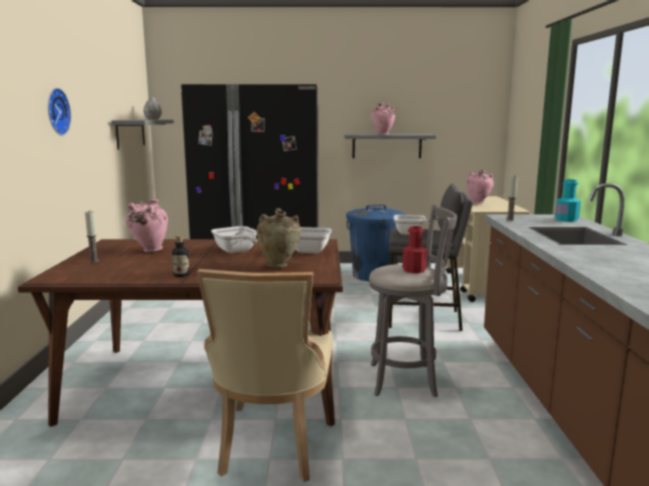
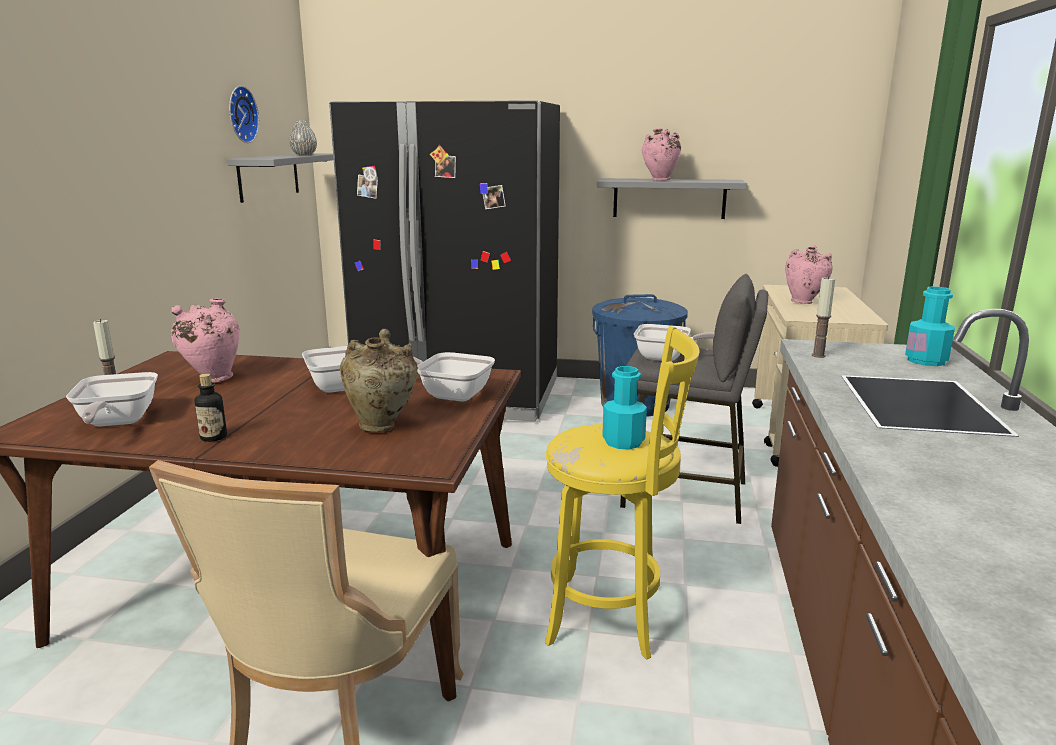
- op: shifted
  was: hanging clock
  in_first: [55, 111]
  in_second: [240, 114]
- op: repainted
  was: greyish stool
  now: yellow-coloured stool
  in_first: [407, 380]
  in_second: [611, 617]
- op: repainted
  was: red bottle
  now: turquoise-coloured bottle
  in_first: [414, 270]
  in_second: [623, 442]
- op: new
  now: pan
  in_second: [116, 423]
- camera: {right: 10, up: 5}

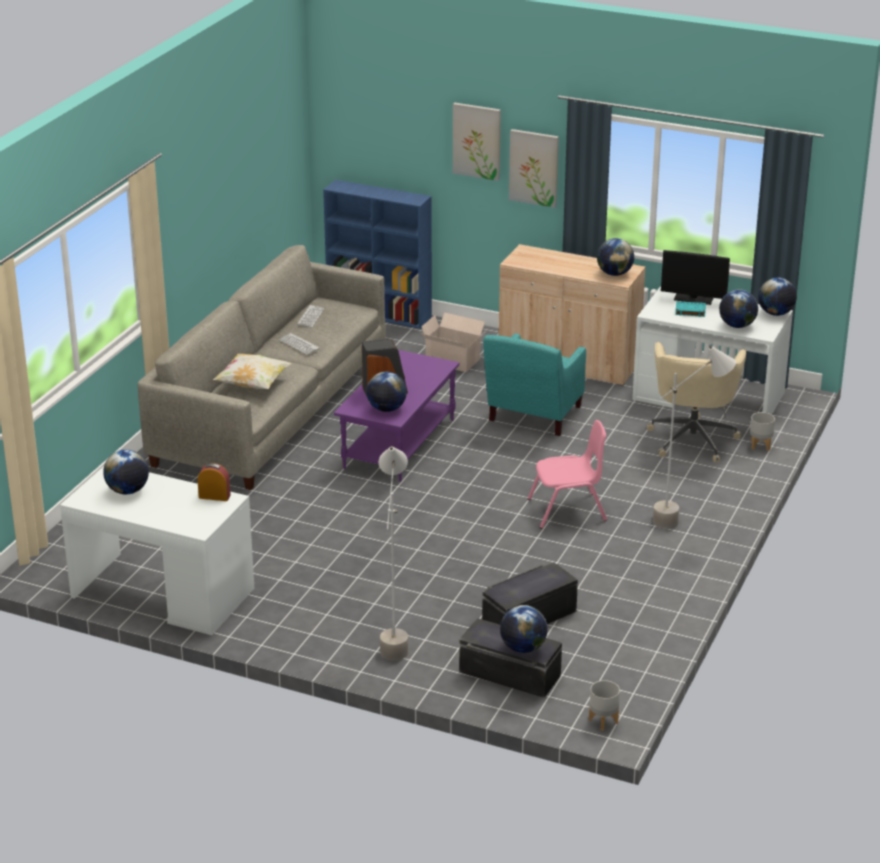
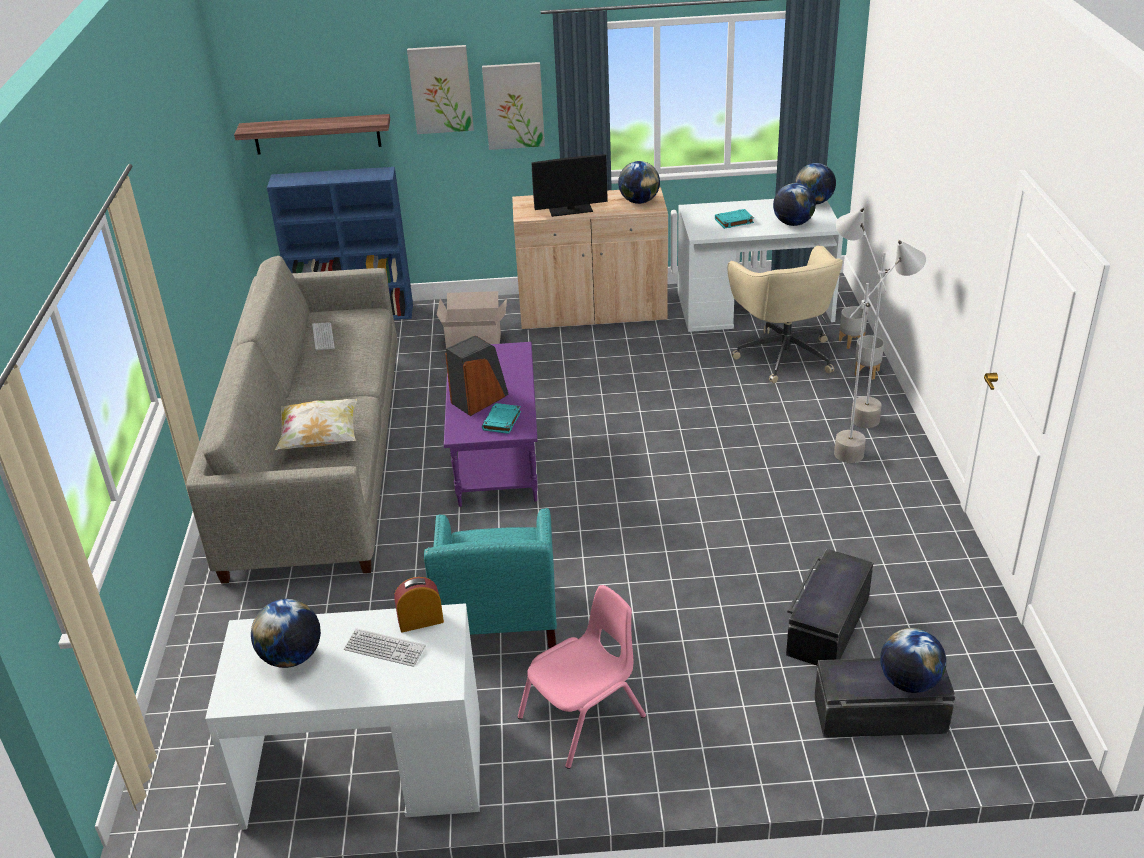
- op: shifted
  was: PC keyboard
  in_first: [299, 345]
  in_second: [384, 648]
- op: swapped
  was: globe
  now: turquoise-coloured book
  in_first: [386, 409]
  in_second: [502, 421]
- op: shifted
  was: greyish standard lamp
  in_first: [394, 638]
  in_second: [850, 408]
- op: shifted
  was: turquoise-coloured easy chair
  in_first: [532, 416]
  in_second: [498, 625]
- op: shifted
  was: pink chair
  in_first: [567, 510]
  in_second: [583, 718]
- op: shifted
  was: greyish planter
  in_first: [603, 721]
  in_second: [867, 372]
- op: shifted
  was: computer screen
  in_first: [693, 299]
  in_second: [570, 210]
- op: new
  now: wall shelf
  in_second: [317, 134]
- camera: {right: -25, up: 5}

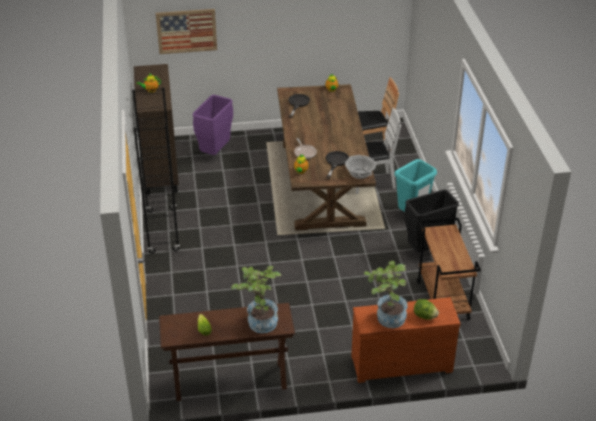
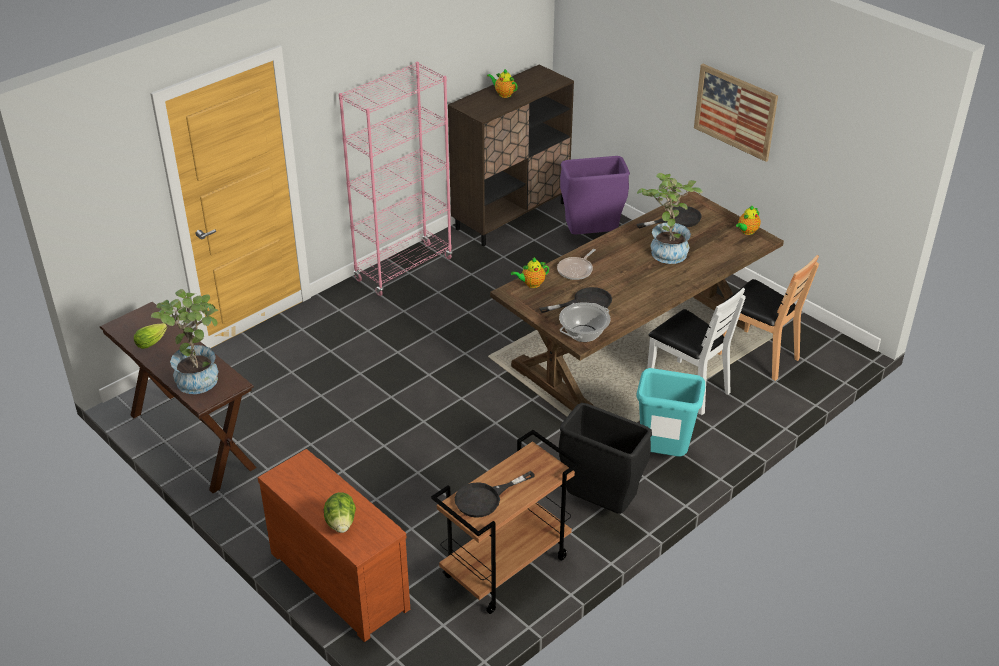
- op: repainted
  was: blackish bookcase
  now: pink bookcase
  in_first: [162, 231]
  in_second: [404, 269]
- op: shifted
  was: wall picture
  in_first: [186, 31]
  in_second: [735, 111]
- op: shifted
  was: plant in a pot
  in_first: [386, 317]
  in_second: [665, 250]
- op: new
  now: blackish pan
  in_second: [485, 498]
- camera: {right: 55, up: 0}

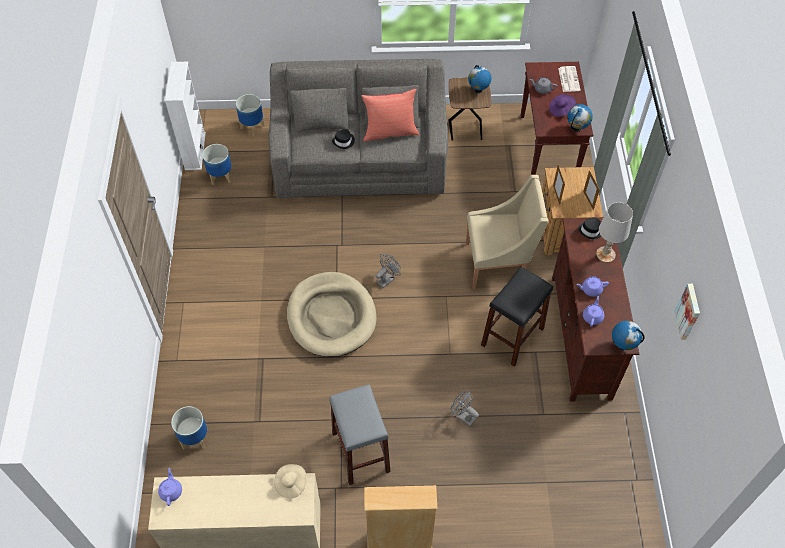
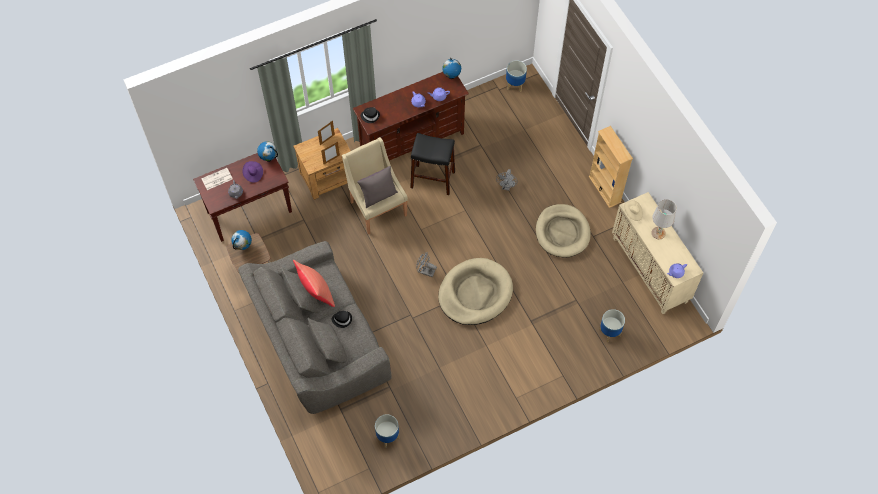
- op: gone
  was: white-coloured bookcase
  in_first: [195, 151]
- op: shifted
  was: planter
  in_first: [252, 126]
  in_second: [514, 85]
- op: swapped
  was: greyish stool
  now: beige dog cushion
  in_first: [361, 452]
  in_second: [562, 232]
- op: shifted
  was: white-coloured lamp for a table
  in_first: [606, 254]
  in_second: [658, 233]
- op: gone
  was: wall picture
  in_first: [689, 312]
- op: new
  now: greyish cushion
  in_second: [378, 196]
- camera: {right: -115, up: 5}

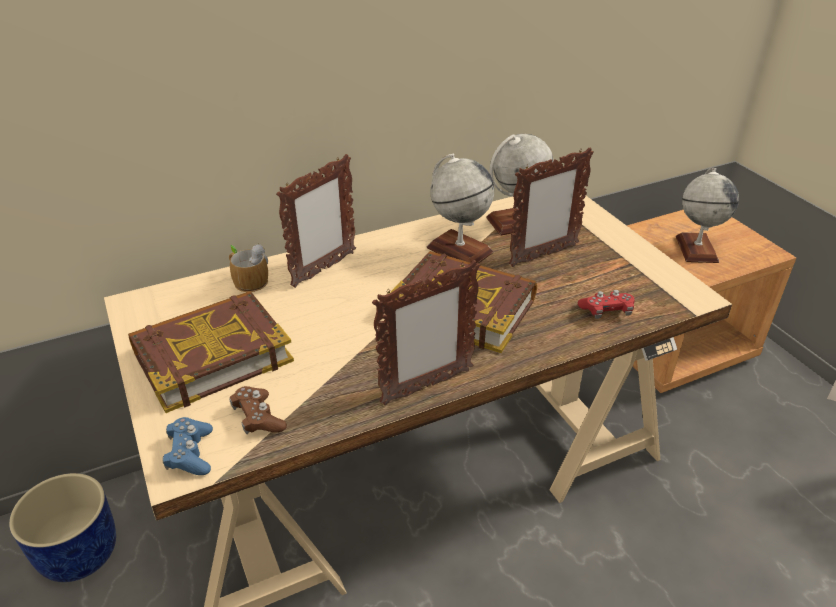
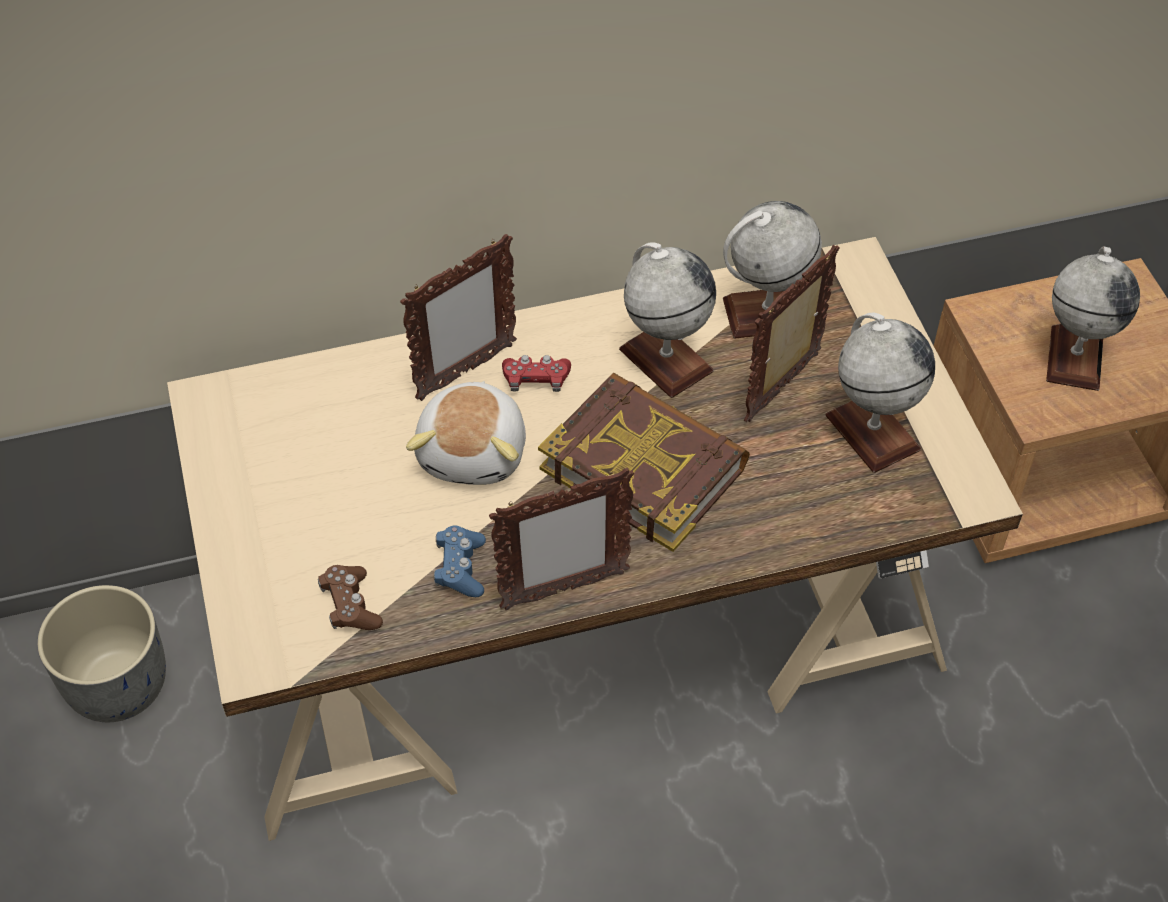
- op: repainted
  was: blue-coloured planter
  now: greyish planter
  in_first: [79, 552]
  in_second: [117, 683]
- op: gone
  was: book
  in_first: [212, 356]
- op: shifted
  was: blue-coloured joypad
  in_first: [190, 454]
  in_second: [460, 568]
- op: gone
  was: tea mug
  in_first: [248, 279]
- op: rotated
  was: photo frame
  in_first: [543, 256]
  in_second: [784, 387]
  clockwise: 150
- op: shifted
  was: red joypad
  in_first: [606, 311]
  in_second: [536, 380]
- op: new
  now: plush toy
  in_second: [474, 452]
- op: new
  now: globe
  in_second: [872, 432]
- camera: {right: 10, up: 15}

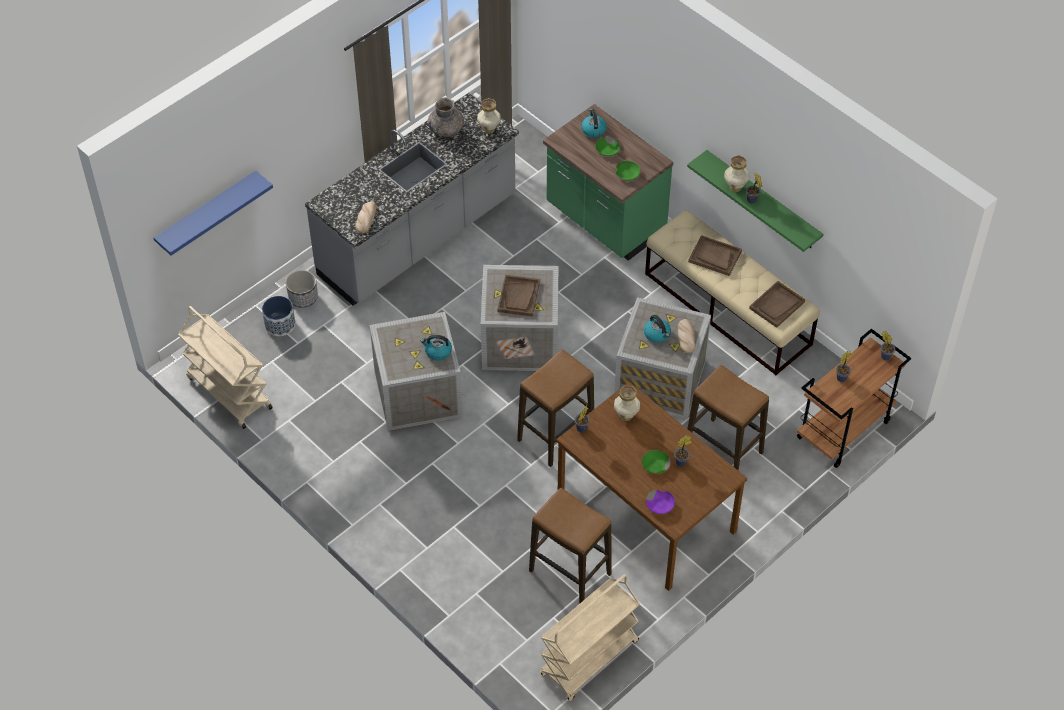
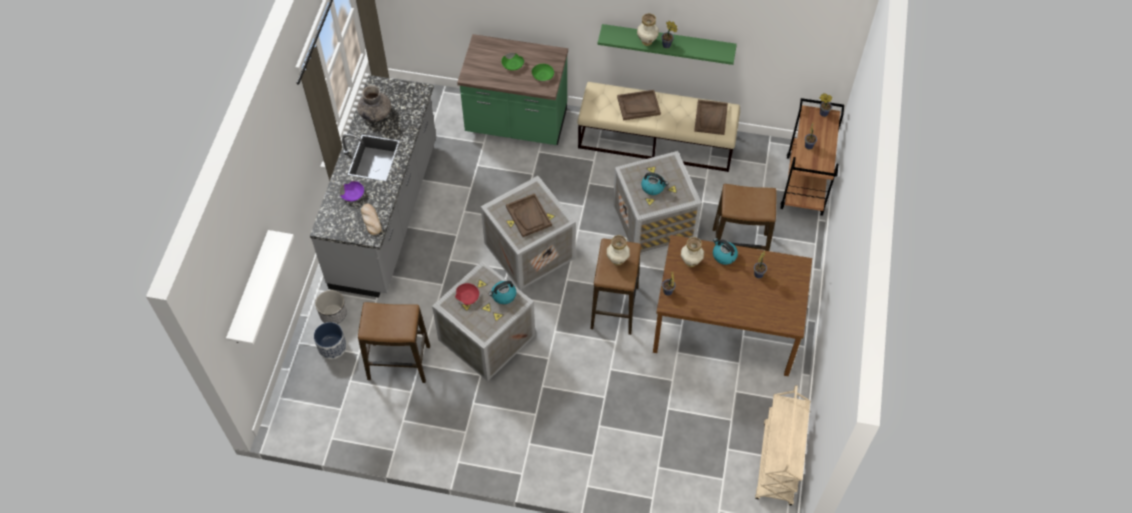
- op: repainted
  was: blue-coloured wall shelf
  now: white-coloured wall shelf
  in_first: [207, 213]
  in_second: [250, 290]
- op: gone
  was: beige trolley
  in_first: [228, 392]
- op: shifted
  was: vase
  in_first: [489, 129]
  in_second: [617, 260]
- op: shifted
  was: stool
  in_first: [569, 572]
  in_second: [399, 363]
- op: shifted
  was: tea kettle
  in_first: [593, 130]
  in_second: [724, 255]
- op: gone
  was: greenish bowl
  in_first: [655, 465]
- op: shifted
  was: purple bowl
  in_first: [660, 505]
  in_second: [353, 194]
- op: gone
  was: bread
  in_first: [685, 337]
- op: new
  now: red bowl
  in_second: [467, 296]
- camera: {right: -35, up: 5}

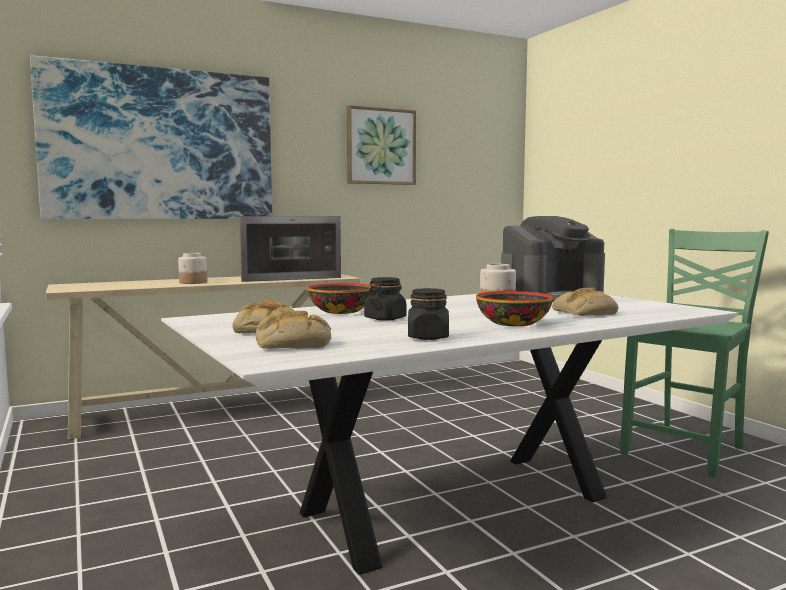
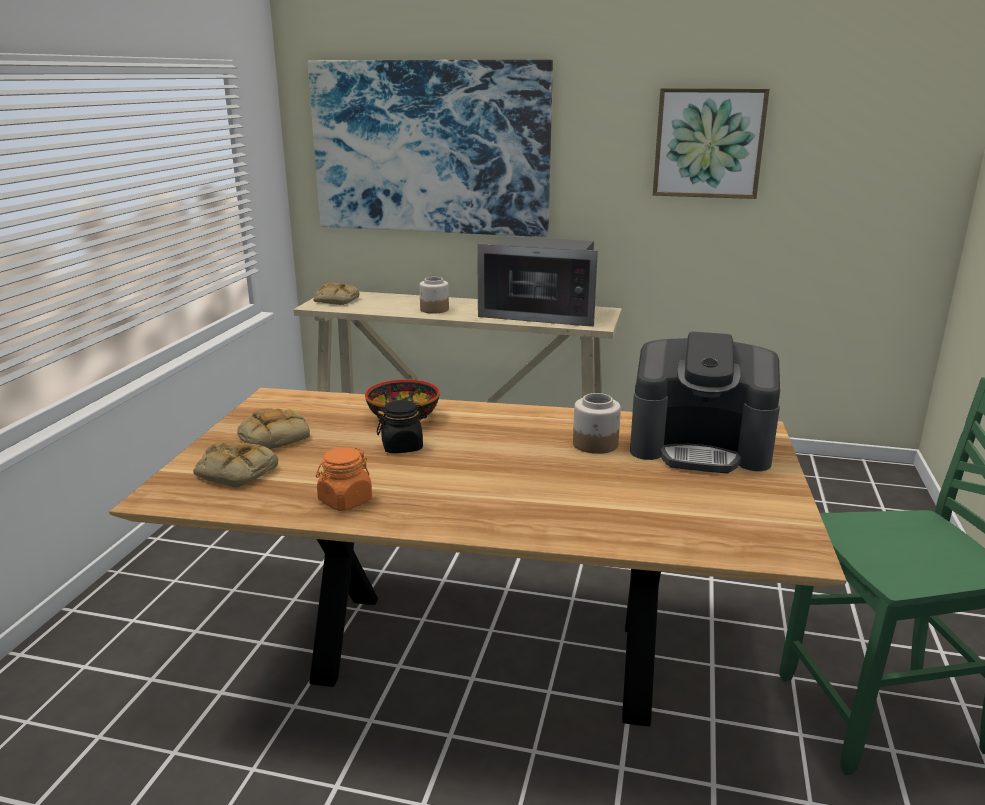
- op: repainted
  was: white-coloured dining table
  now: brown-coloured dining table
  in_first: [455, 506]
  in_second: [485, 654]
- op: repainted
  was: blackish storage jar
  now: orangey storage jar
  in_first: [428, 337]
  in_second: [345, 501]
- op: gone
  was: bowl
  in_first: [514, 323]
- op: shifted
  was: bread
  in_first: [584, 313]
  in_second: [335, 300]
- camera: {right: 40, up: 15}

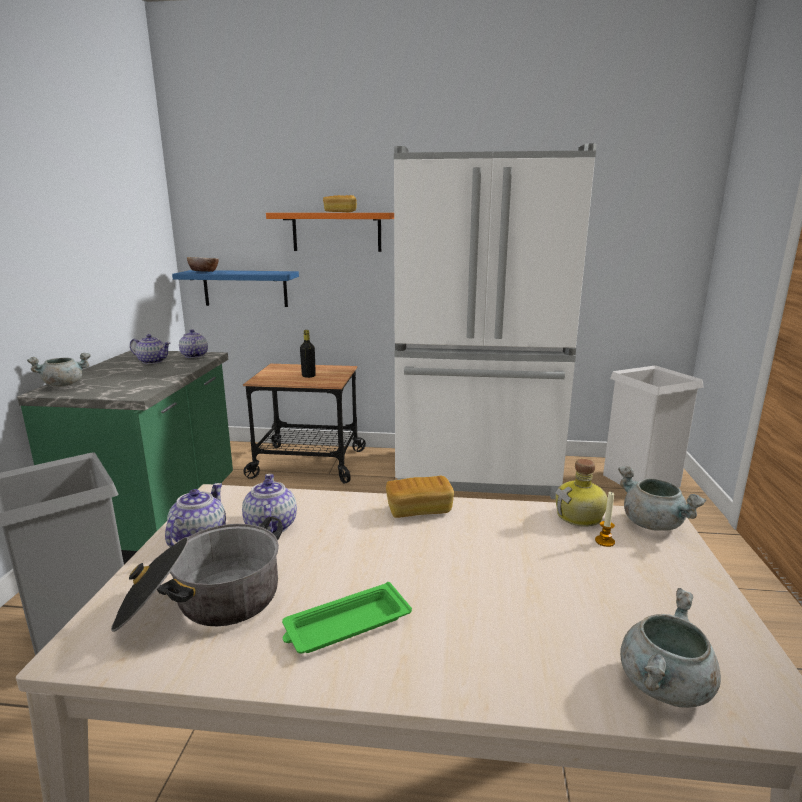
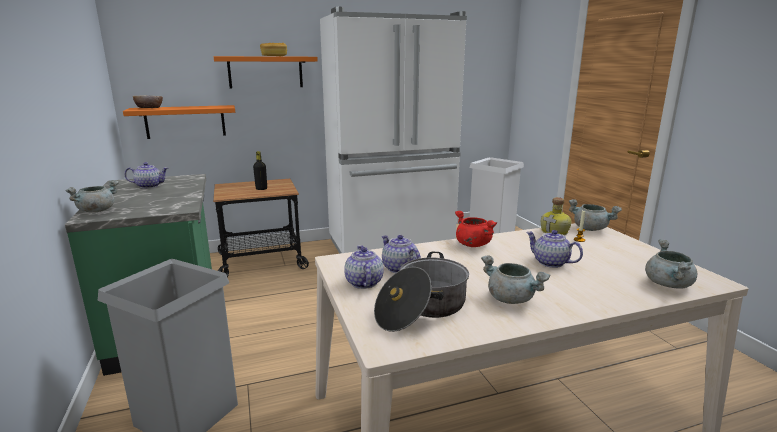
- op: repainted
  was: blue-coloured wall shelf
  now: orangey wall shelf
  in_first: [245, 288]
  in_second: [185, 121]
- op: shifted
  was: teapot
  in_first: [194, 356]
  in_second: [550, 262]
- op: swapped
  was: greenish carrying tray
  now: greyish saucepot
  in_first: [345, 625]
  in_second: [511, 299]
- op: swapped
  was: bread
  now: red saucepot
  in_first: [419, 510]
  in_second: [472, 244]
- camera: {right: -25, up: 0}

